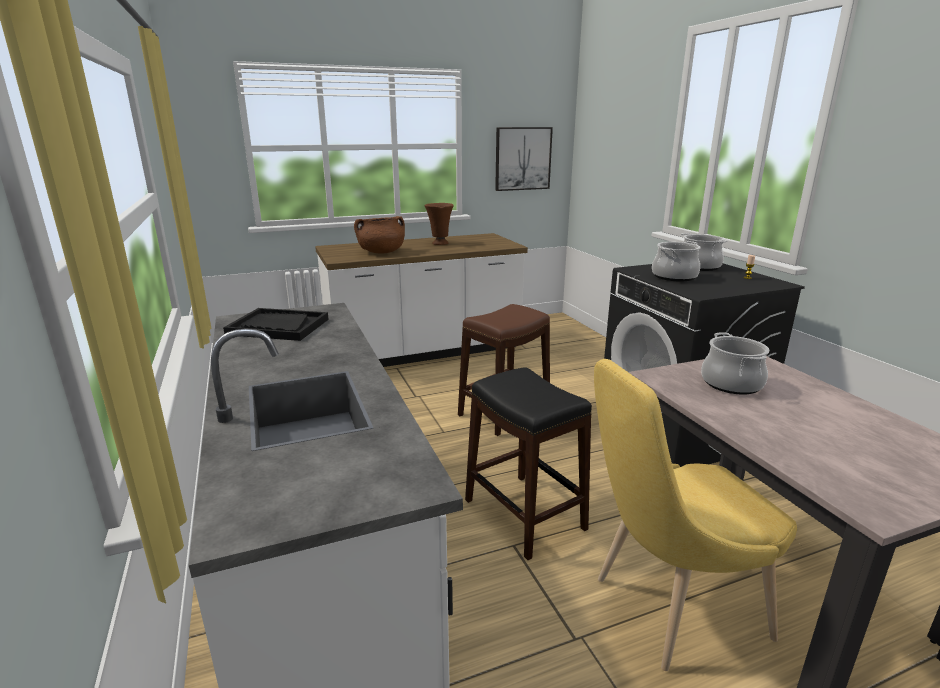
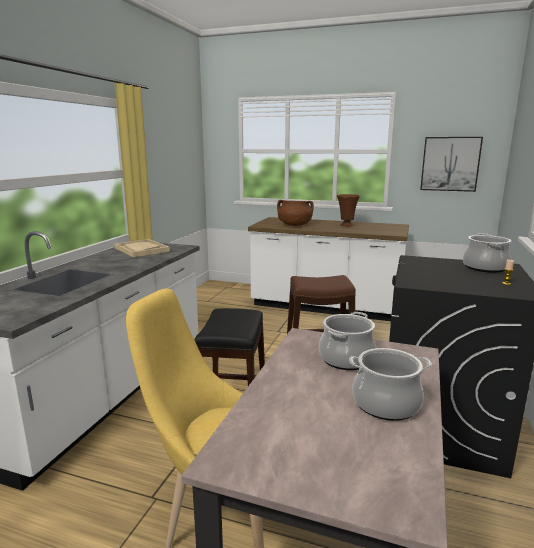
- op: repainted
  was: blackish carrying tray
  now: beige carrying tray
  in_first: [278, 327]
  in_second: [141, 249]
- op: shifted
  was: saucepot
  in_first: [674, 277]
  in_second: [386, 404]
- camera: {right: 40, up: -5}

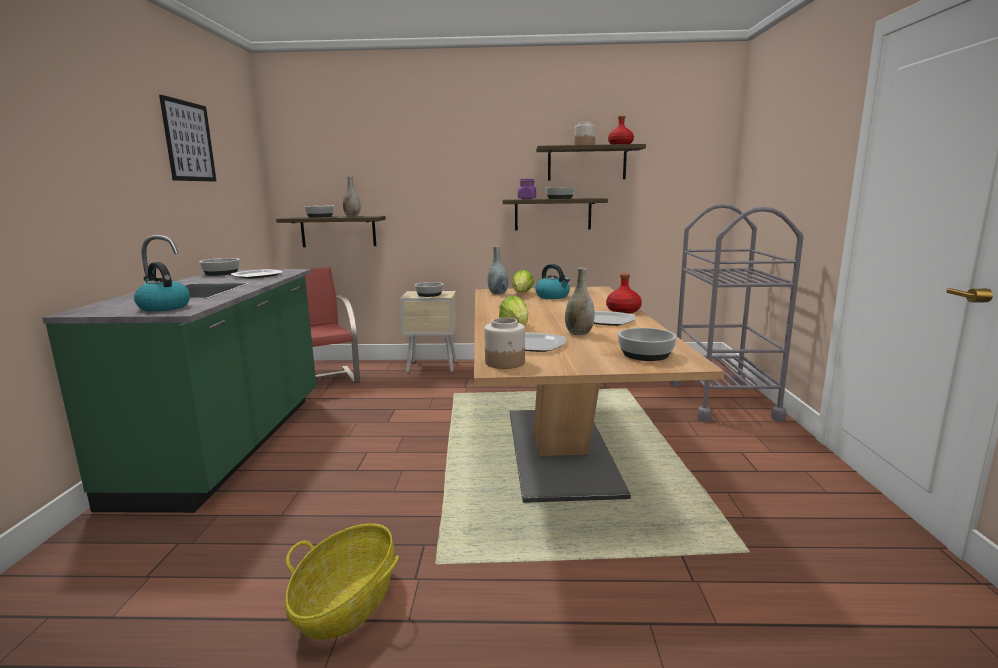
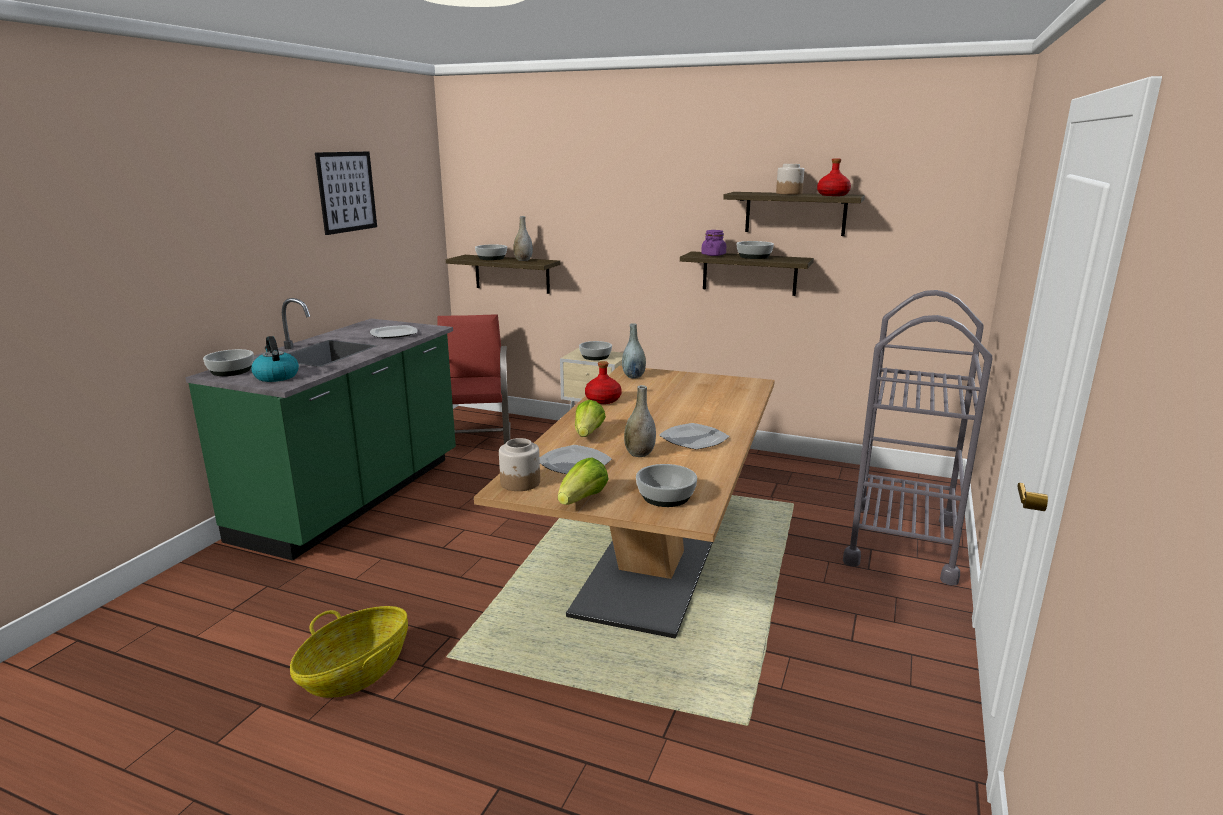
- op: shifted
  was: bowl
  in_first: [221, 273]
  in_second: [231, 371]
- op: shifted
  was: lettuce
  in_first: [522, 293]
  in_second: [583, 499]
- op: gone
  was: tea kettle
  in_first: [553, 296]
- op: shifted
  was: red bottle
  in_first: [623, 311]
  in_second: [603, 400]
- camera: {right: 20, up: 5}

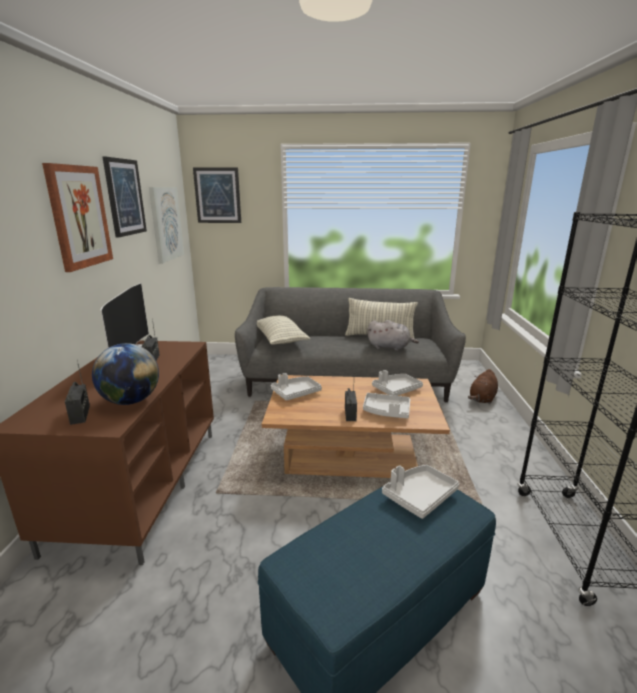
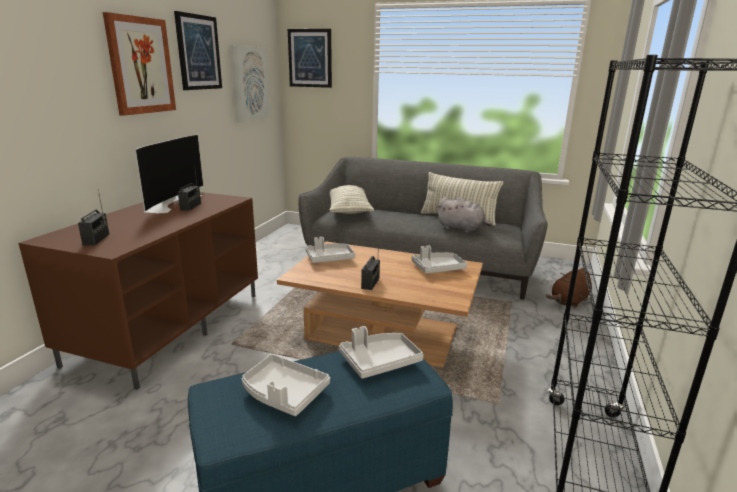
- op: gone
  was: globe
  in_first: [131, 401]
- op: shifted
  was: greyish carrying tray
  in_first: [386, 411]
  in_second: [283, 393]
- camera: {right: 15, up: 0}

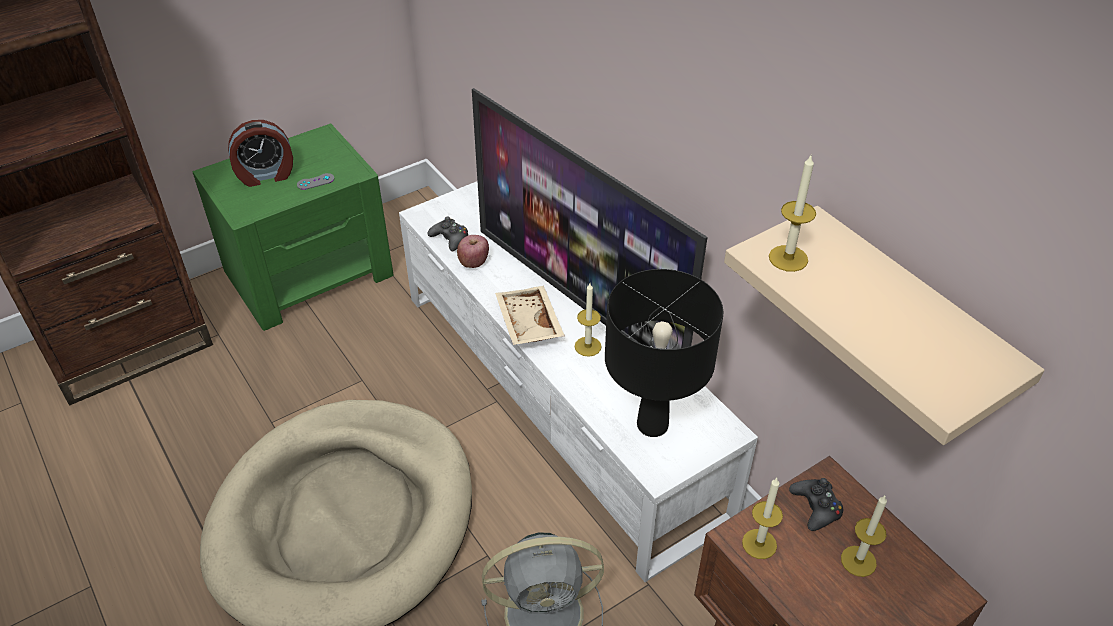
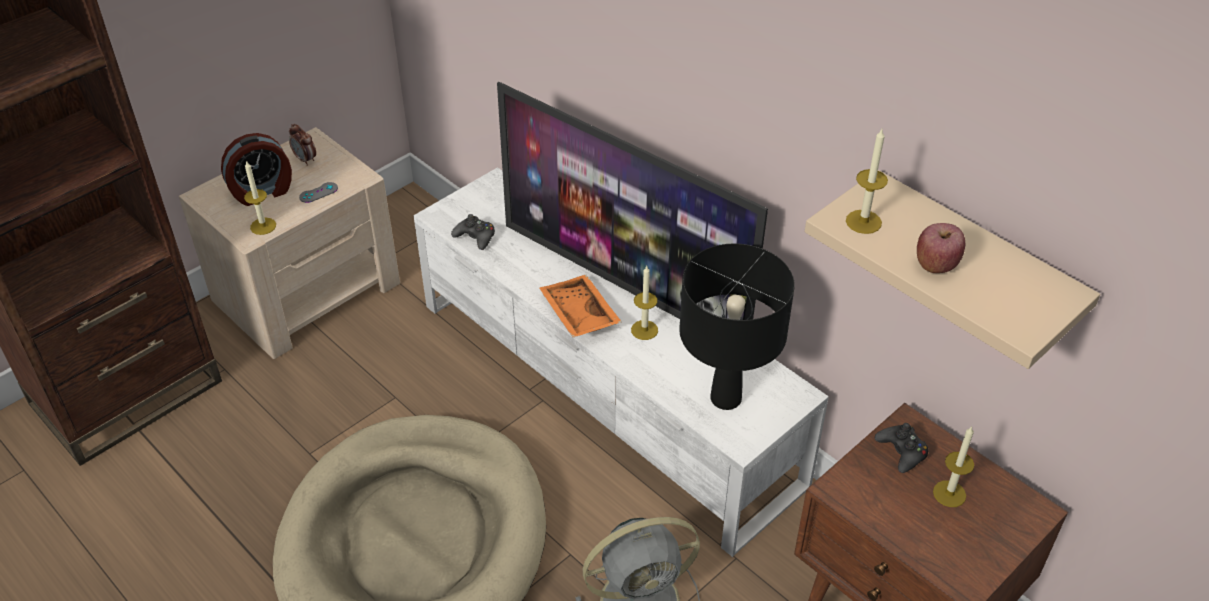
- op: repainted
  was: greenish night table
  now: beige night table
  in_first: [310, 273]
  in_second: [308, 291]
- op: shifted
  was: apple
  in_first: [473, 262]
  in_second: [936, 264]
- op: repainted
  was: beige carrying tray
  now: orangey carrying tray
  in_first: [527, 324]
  in_second: [578, 315]
- op: shifted
  was: wax candle
  in_first: [759, 544]
  in_second: [263, 226]
- op: new
  now: table clock
  in_second: [305, 159]
- camera: {right: -10, up: 0}

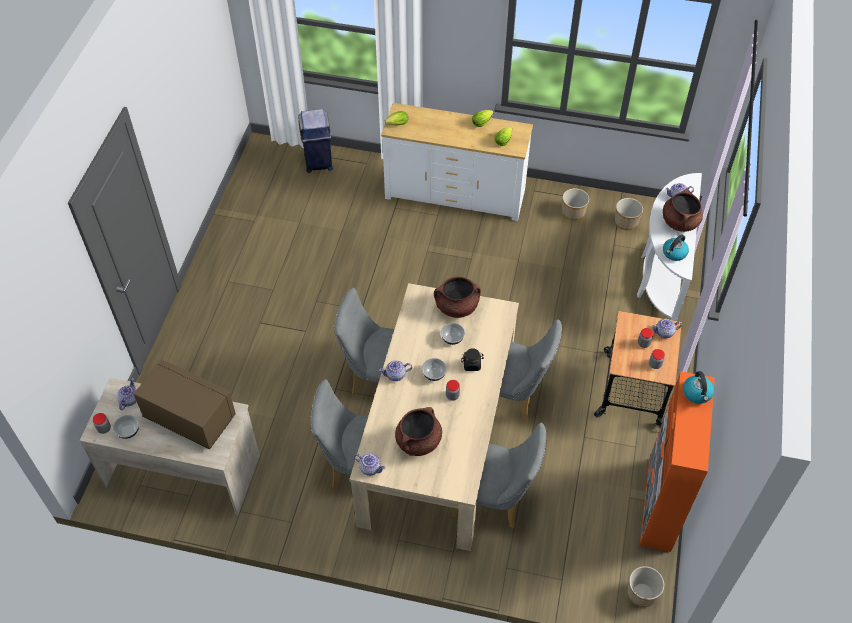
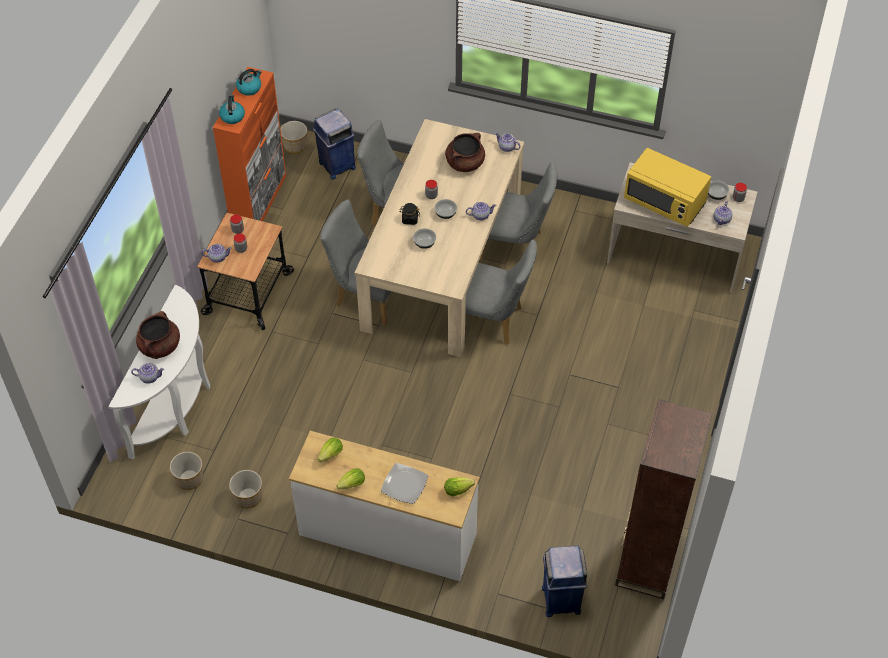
- op: repainted
  was: brown-coloured kitchen microwave
  now: yellow-coloured kitchen microwave
  in_first: [189, 417]
  in_second: [665, 202]
- op: gone
  was: brown-coloured saucepot
  in_first: [456, 307]
- op: shifted
  was: tea kettle
  in_first: [674, 253]
  in_second: [249, 88]
- op: new
  now: blue-coloured waste bin
  in_second: [336, 166]
- op: new
  now: dinner plate
  in_second: [404, 485]
- op: new
  now: brown-coloured bookcase
  in_second: [647, 561]
- camera: {right: -175, up: 0}

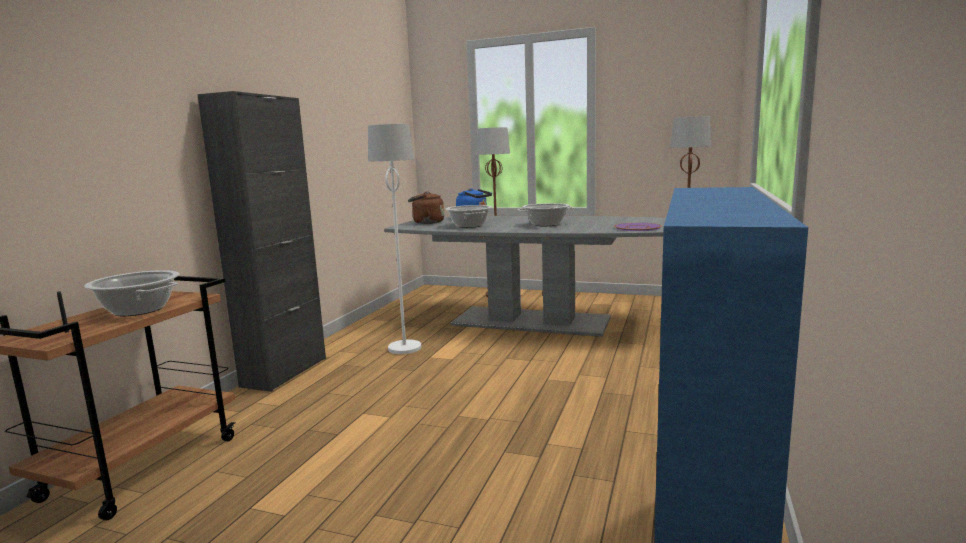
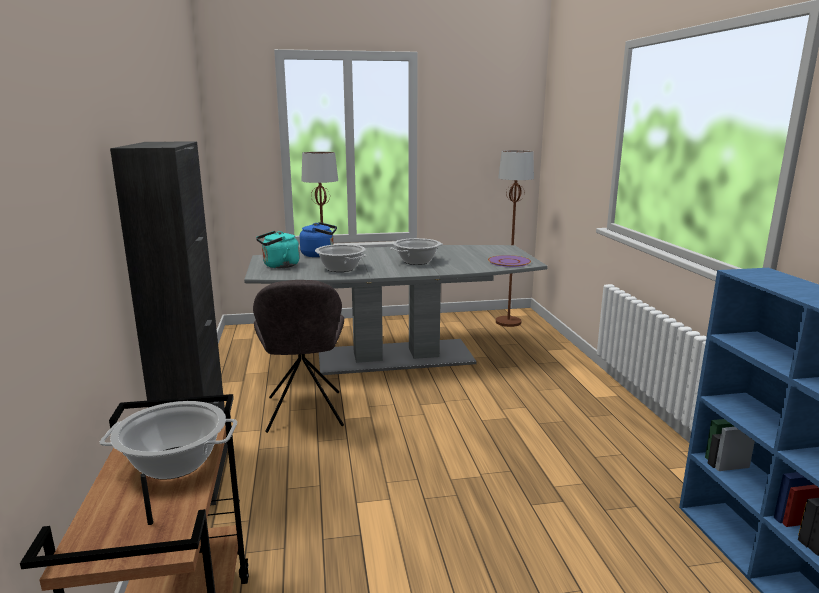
- op: swapped
  was: white-coloured standard lamp
  now: greyish chair
  in_first: [404, 348]
  in_second: [304, 413]
- op: repainted
  was: brown-coloured tea kettle
  now: turquoise-coloured tea kettle
  in_first: [426, 223]
  in_second: [279, 266]
- camera: {right: -30, up: 5}

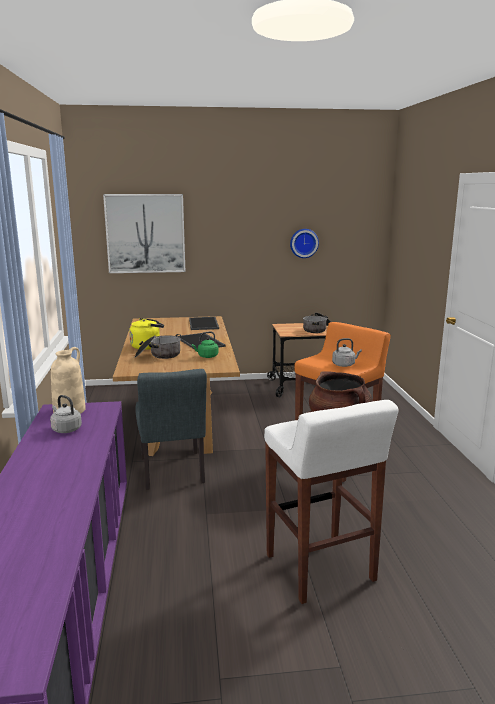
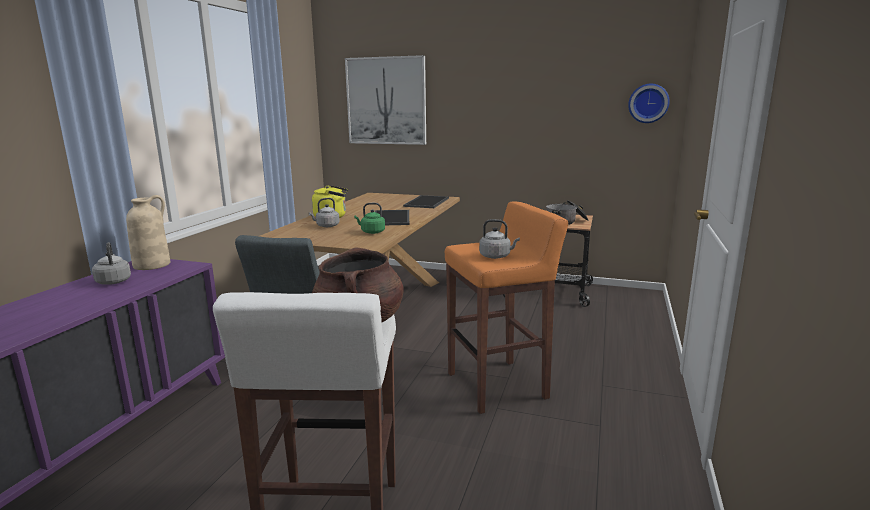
- op: swapped
  was: saucepot
  now: greyish tea kettle
  in_first: [158, 355]
  in_second: [326, 226]
- op: shifted
  was: hanging clock
  in_first: [303, 243]
  in_second: [648, 103]
- camera: {right: 25, up: 0}

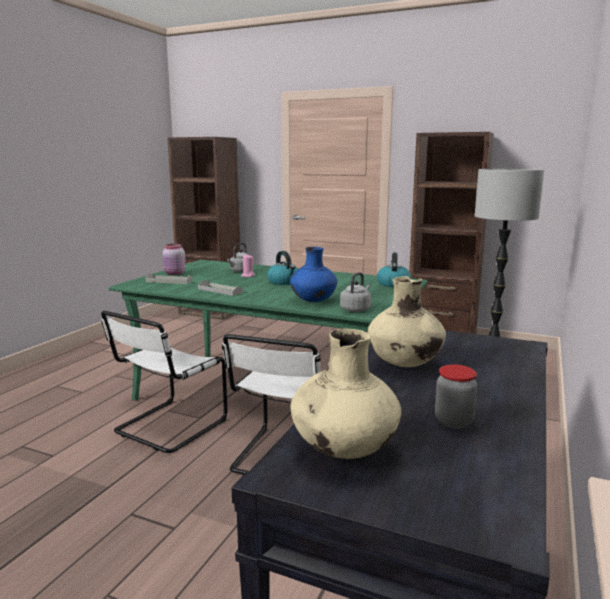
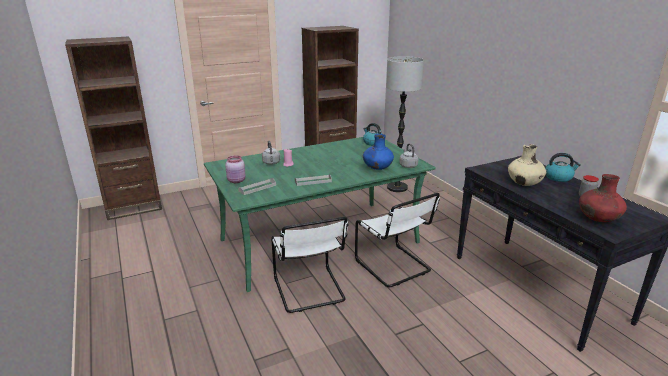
- op: shifted
  was: tea kettle
  in_first: [284, 282]
  in_second: [558, 177]
- op: repainted
  was: beige vase
  now: red vase
  in_first: [343, 450]
  in_second: [597, 219]
- camera: {right: -50, up: 10}

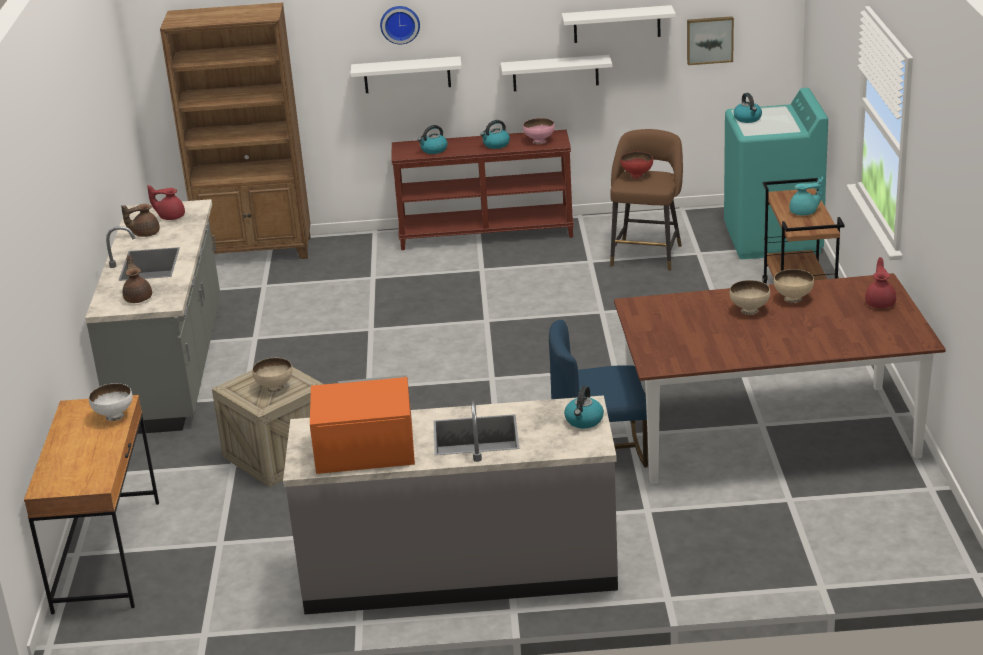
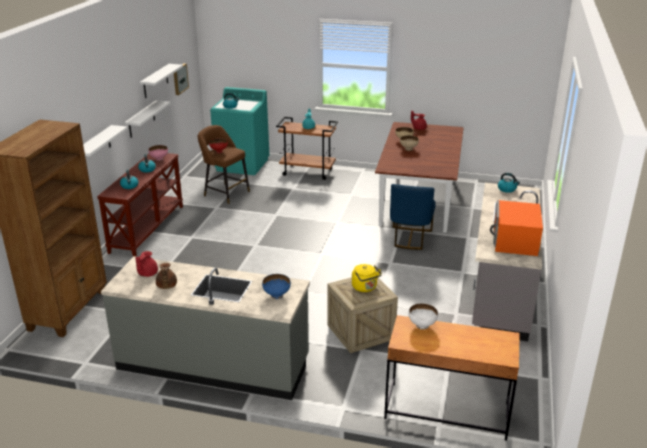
- op: swapped
  was: brown-coloured teapot
  now: blue-coloured bowl
  in_first: [138, 298]
  in_second: [276, 295]
- op: swapped
  was: beige bowl
  now: yellow-coloured tea kettle
  in_first: [274, 388]
  in_second: [365, 288]
- op: gone
  was: hanging clock
  in_first: [400, 24]
- camera: {right: -75, up: 0}

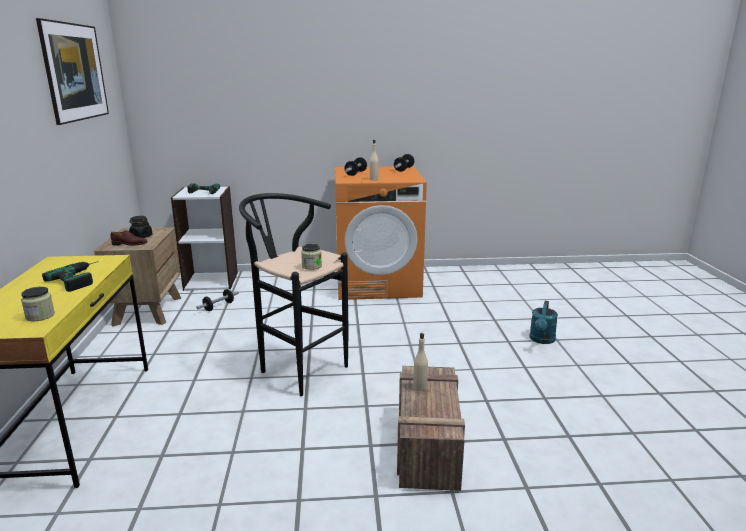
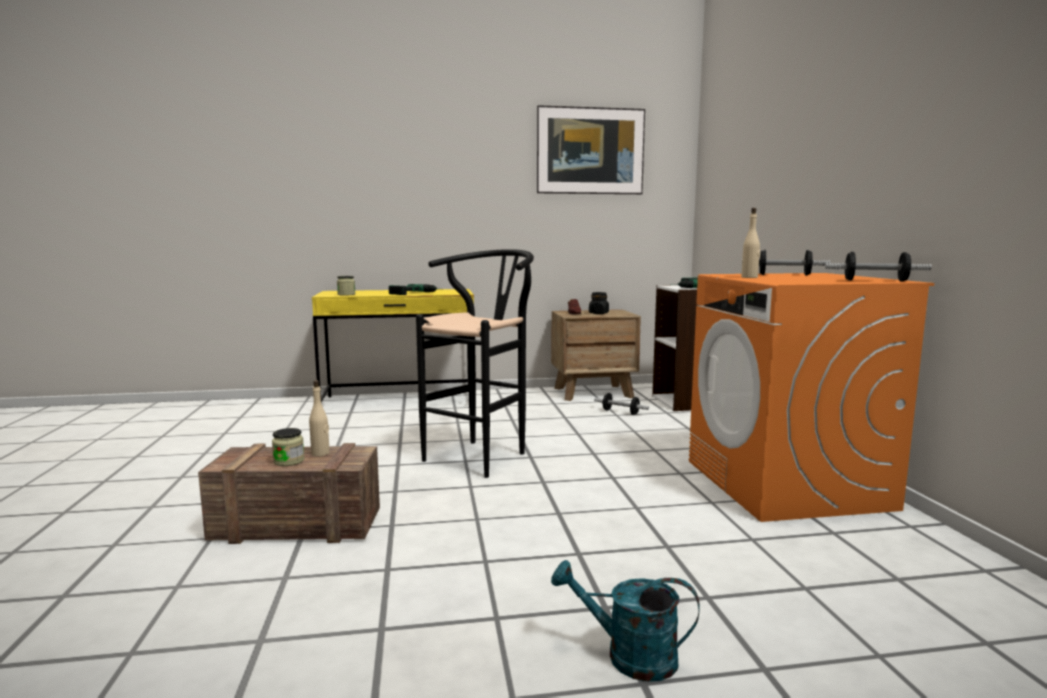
- op: shifted
  was: storage jar
  in_first: [311, 266]
  in_second: [289, 461]
- camera: {right: 85, up: -10}

